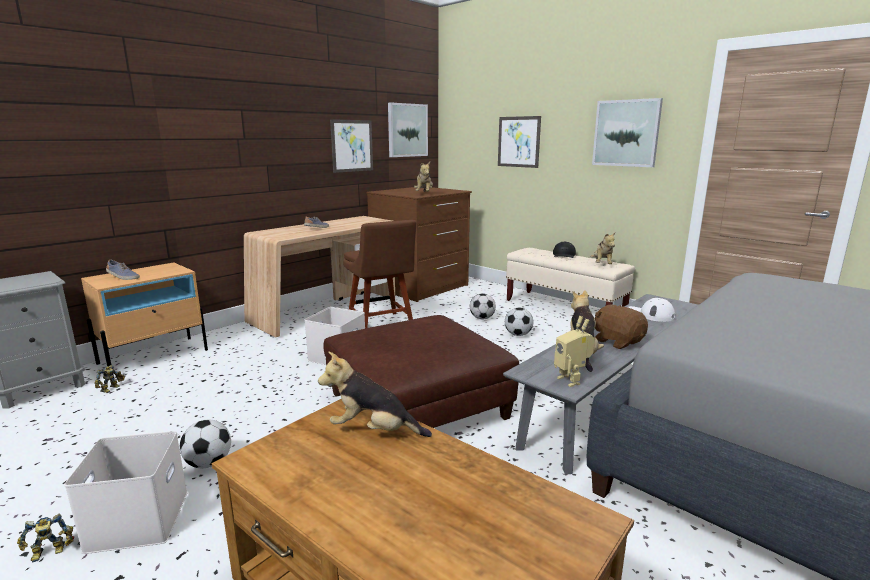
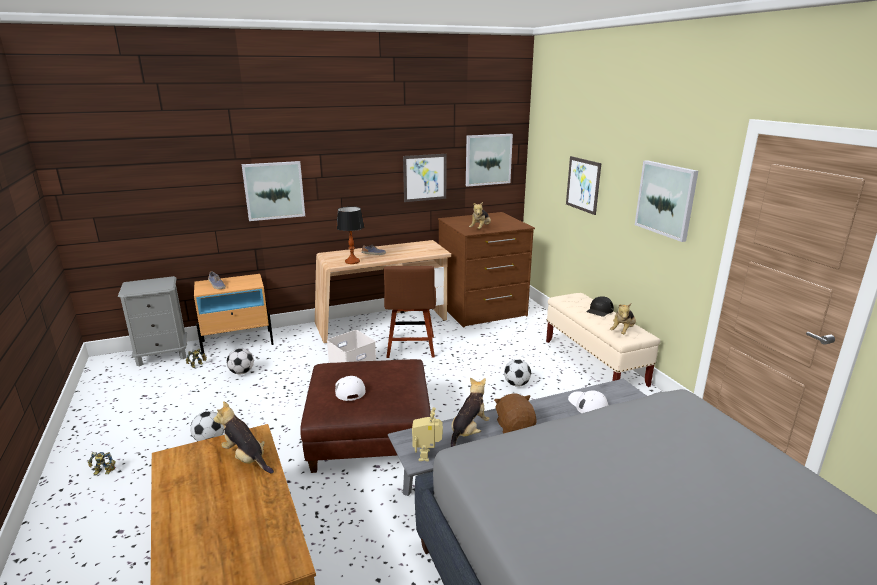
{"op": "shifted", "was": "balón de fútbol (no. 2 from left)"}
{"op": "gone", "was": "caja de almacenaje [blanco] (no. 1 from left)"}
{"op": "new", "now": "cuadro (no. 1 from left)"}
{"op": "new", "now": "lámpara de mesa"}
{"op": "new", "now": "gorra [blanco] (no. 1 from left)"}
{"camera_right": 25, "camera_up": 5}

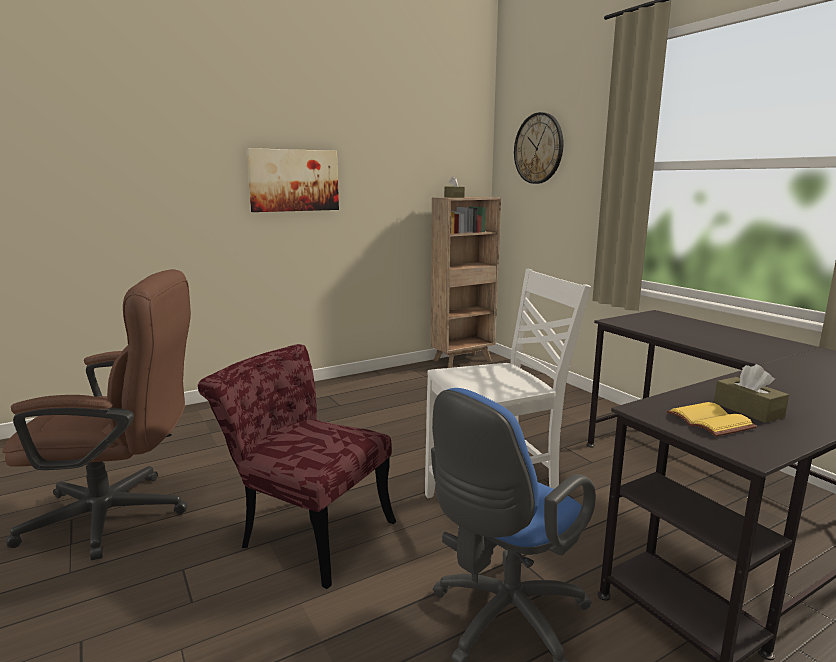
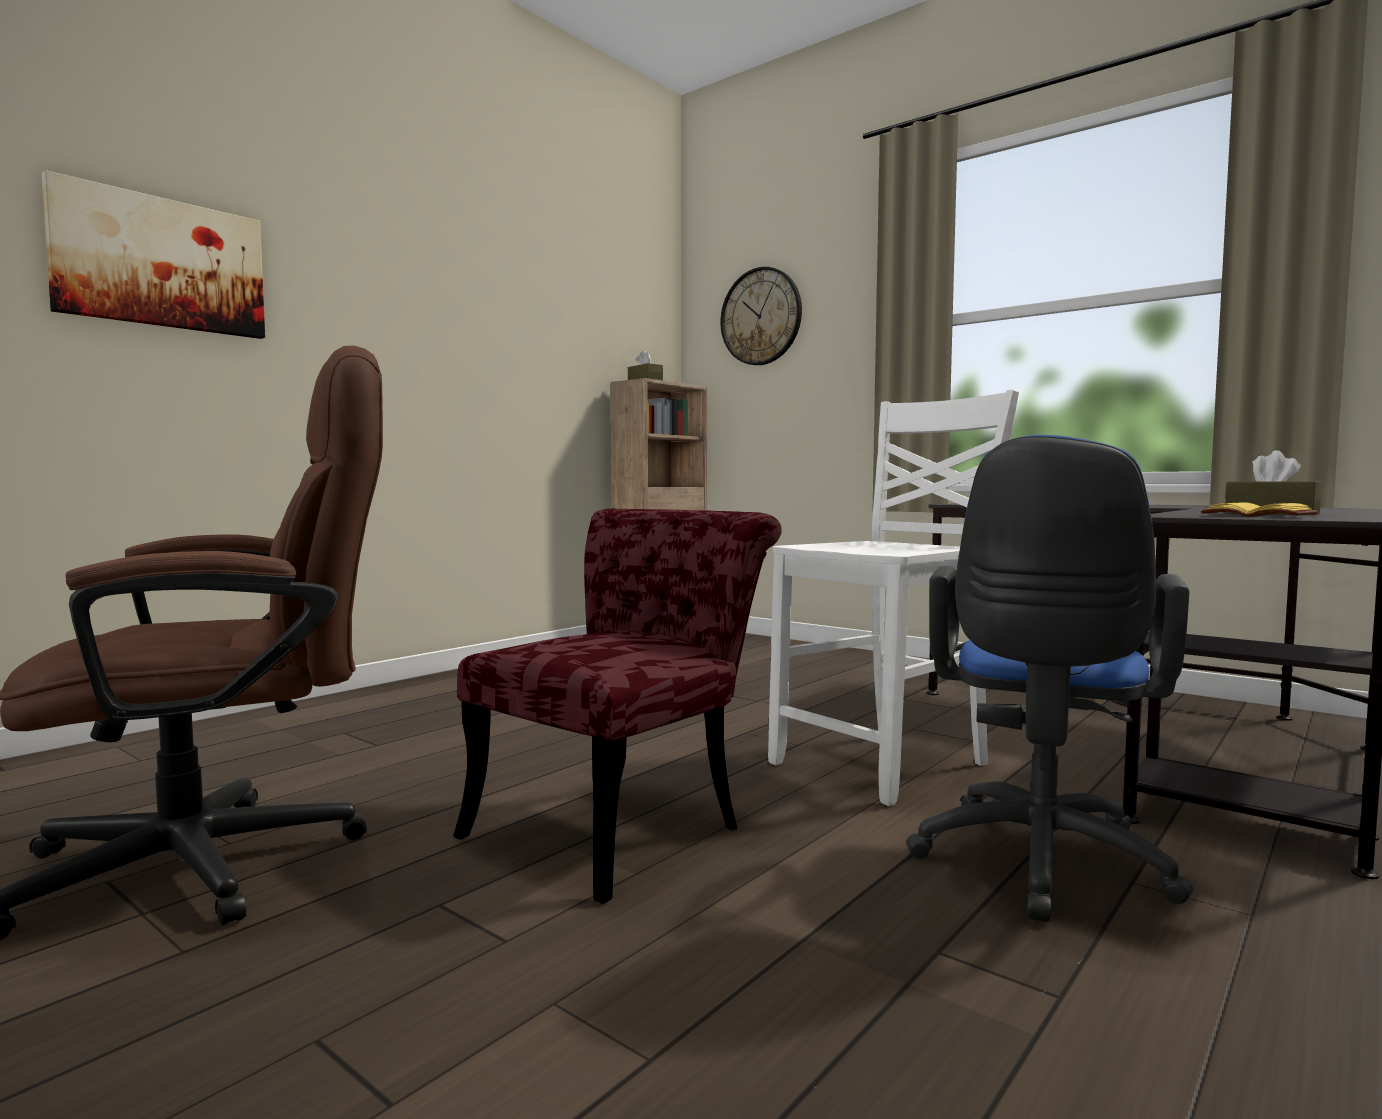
{"op": "shifted", "was": "cuadro"}
{"op": "rotated", "was": "silla [rojo]", "clockwise": 120}
{"camera_right": -20, "camera_up": -10}

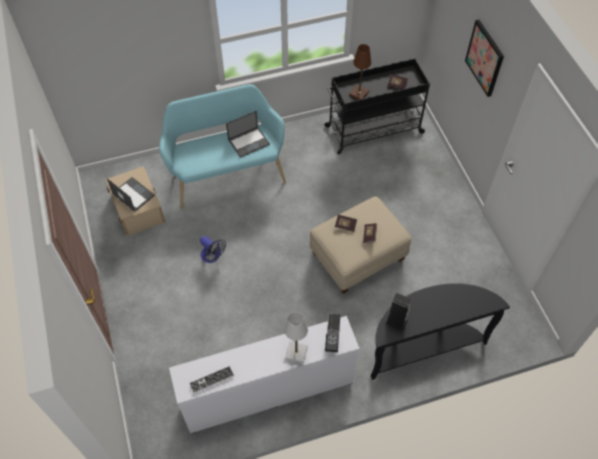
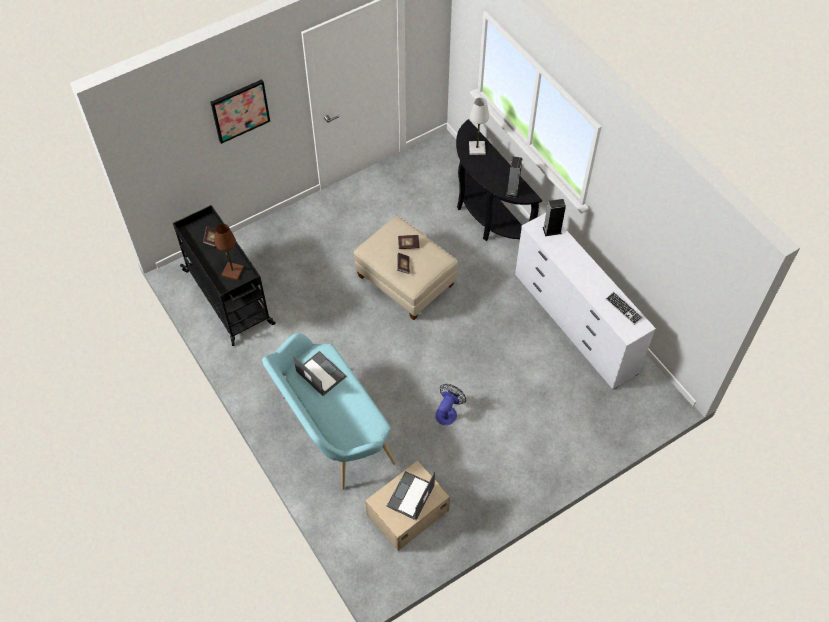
{"op": "shifted", "was": "lámpara de mesa [blanco]"}
{"camera_right": -105, "camera_up": 0}

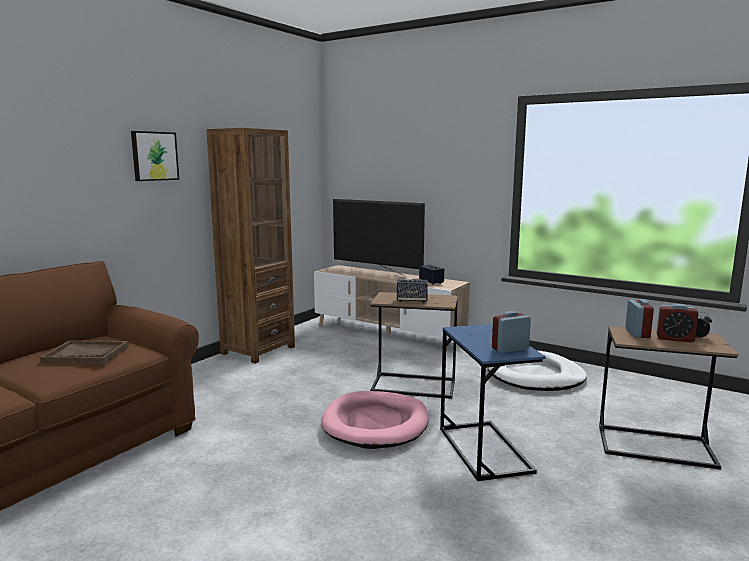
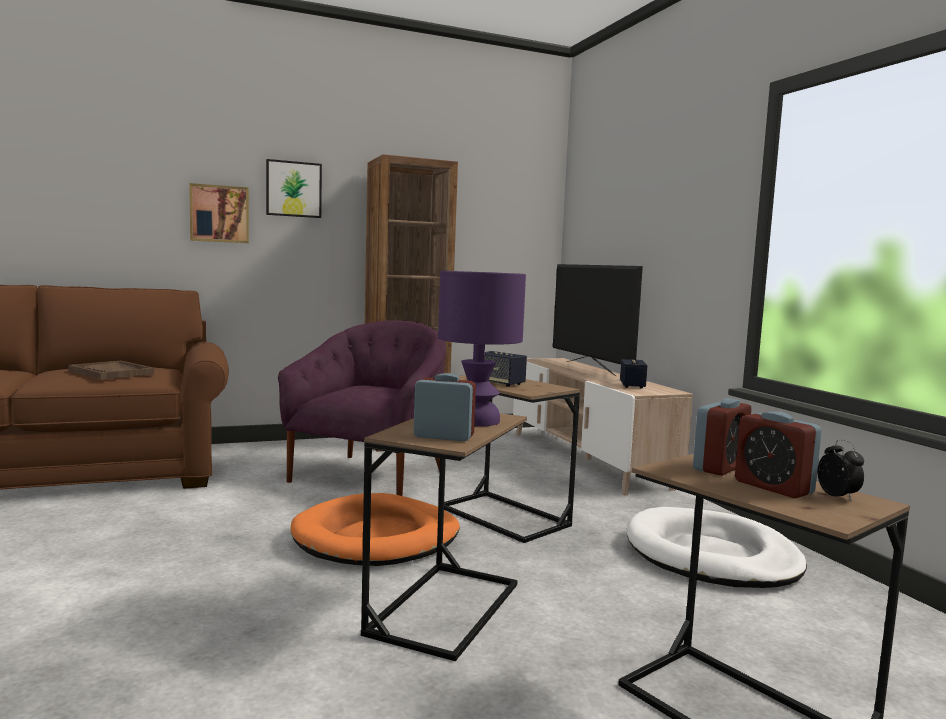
{"op": "repainted", "was": "mesa auxiliar [azul]", "now": "mesa auxiliar [marrón] (no. 1 from left)"}
{"op": "repainted", "was": "cama para perro [rosa]", "now": "cama para perro [naranja]"}
{"op": "new", "now": "cuadro (no. 1 from left)"}
{"op": "new", "now": "lámpara de mesa [morado]"}
{"op": "new", "now": "sillón [morado]"}
{"camera_right": 35, "camera_up": -5}

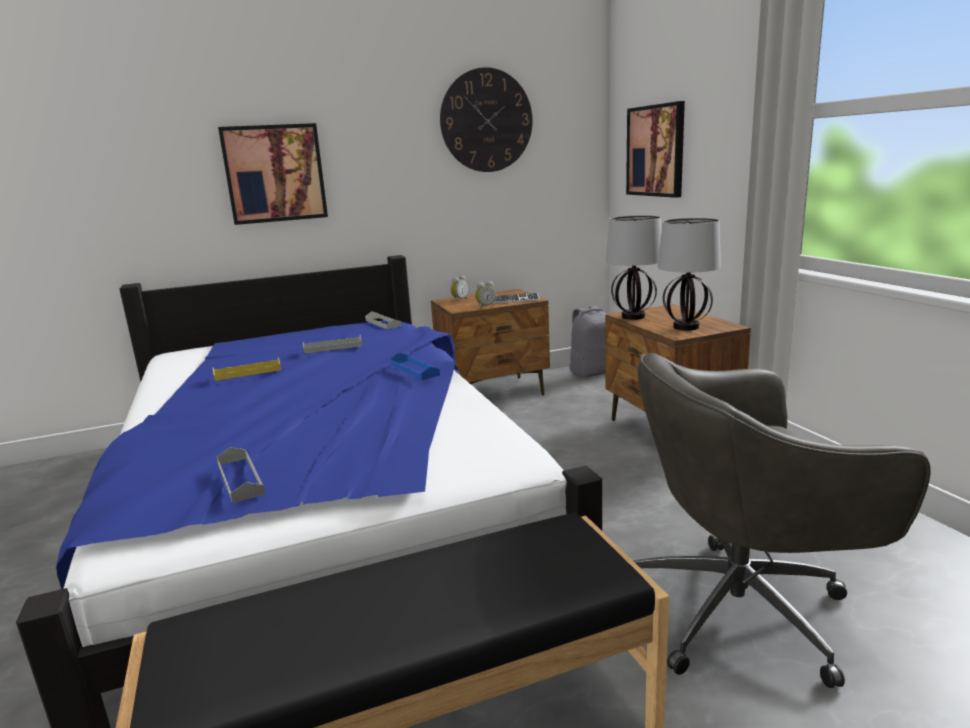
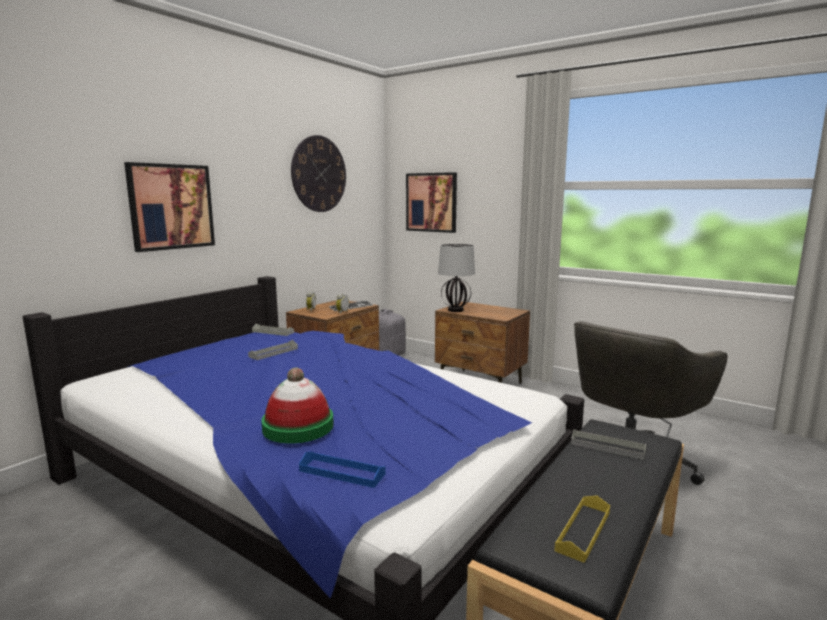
{"op": "gone", "was": "lámpara de mesa (no. 2 from left)"}
{"op": "shifted", "was": "bandeja [azul]"}
{"op": "shifted", "was": "bandeja [amarillo]"}
{"op": "shifted", "was": "bandeja [gris] (no. 1 from left in the first image)", "now": "bandeja [gris] (no. 3 from left)"}
{"op": "new", "now": "sombrero"}
{"camera_right": -35, "camera_up": -5}

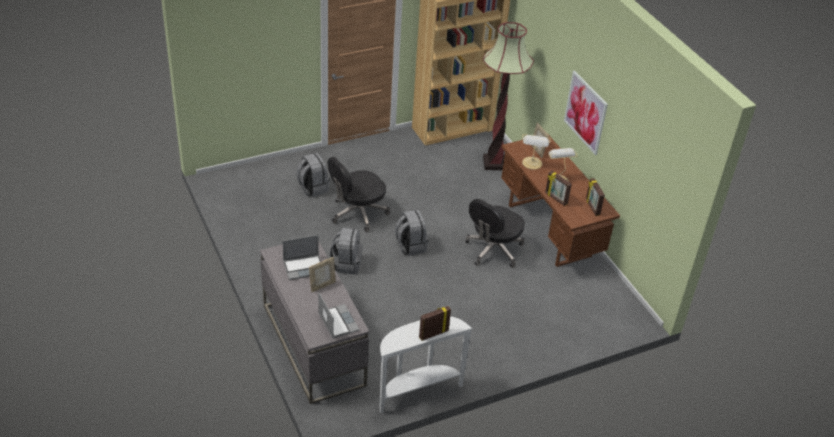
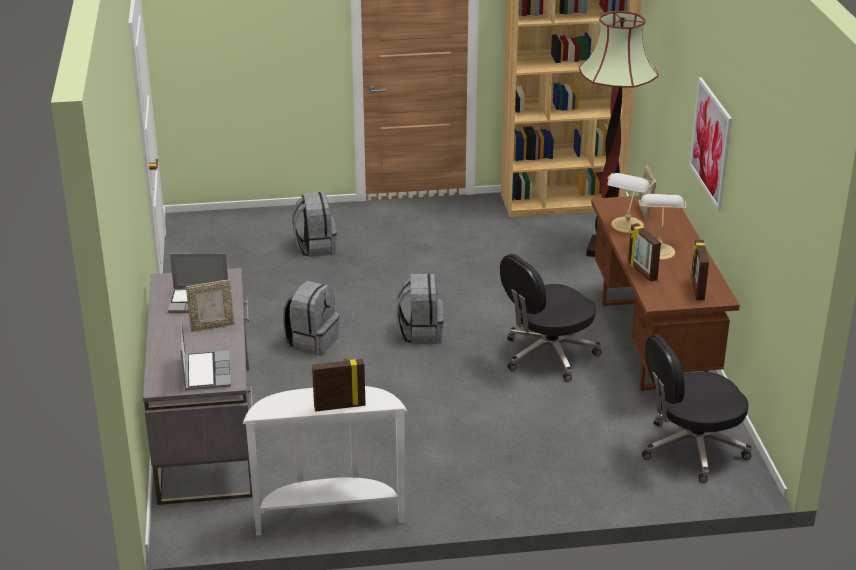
{"op": "shifted", "was": "silla de oficina [negro] (no. 1 from left in the first image)", "now": "silla de oficina [negro] (no. 2 from left)"}
{"camera_right": 20, "camera_up": -10}

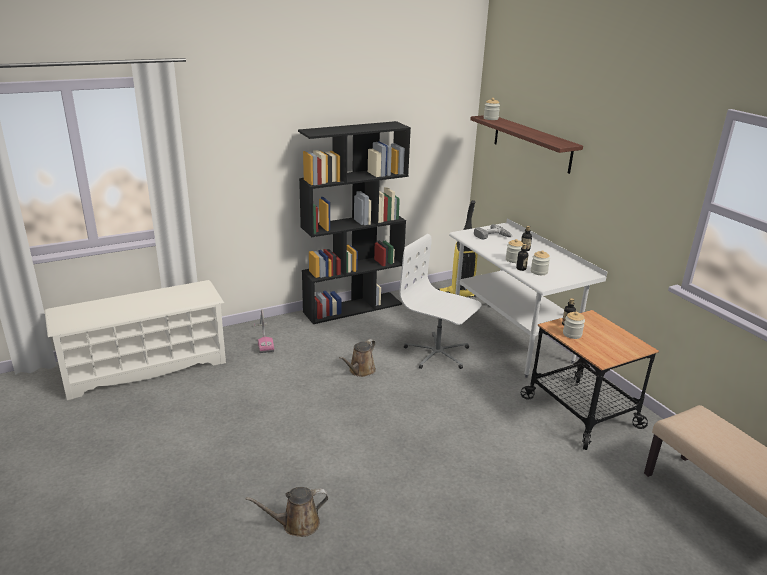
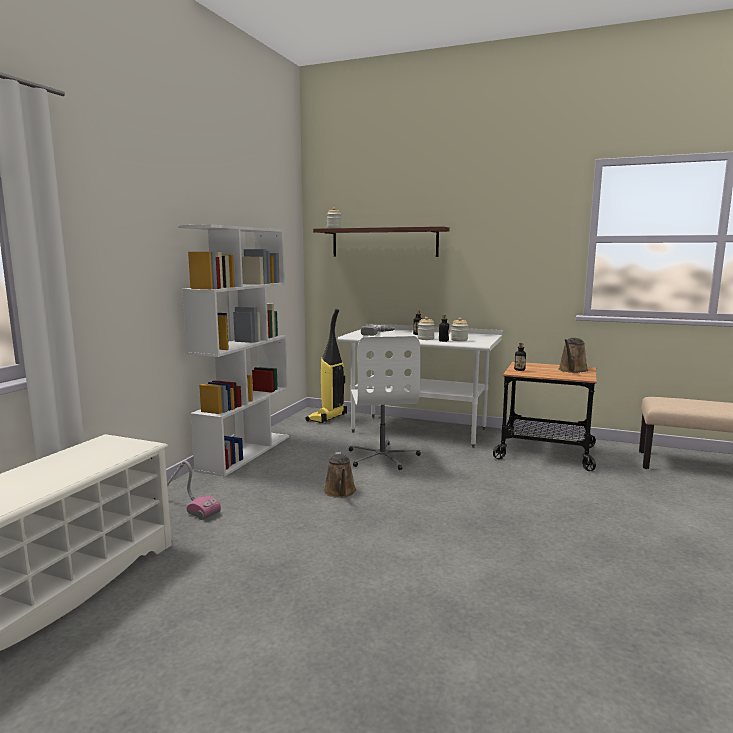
{"op": "repainted", "was": "estantería [negro]", "now": "estantería [blanco]"}
{"op": "rotated", "was": "silla de oficina [blanco]", "clockwise": -90}
{"op": "gone", "was": "tarro (no. 4 from left)"}
{"op": "shifted", "was": "regadera [marrón] (no. 1 from left in the first image)", "now": "regadera [marrón] (no. 2 from left)"}
{"camera_right": -40, "camera_up": -15}

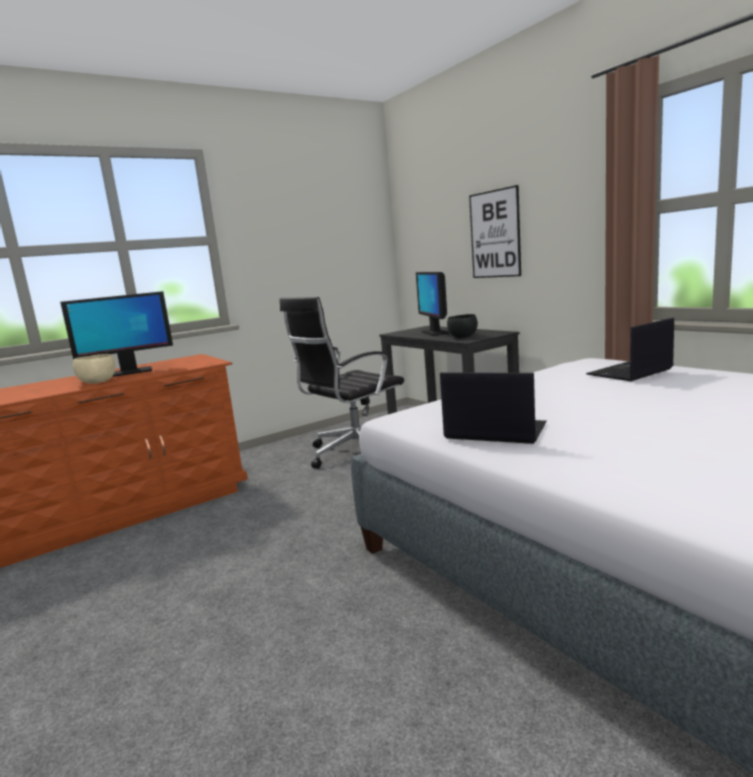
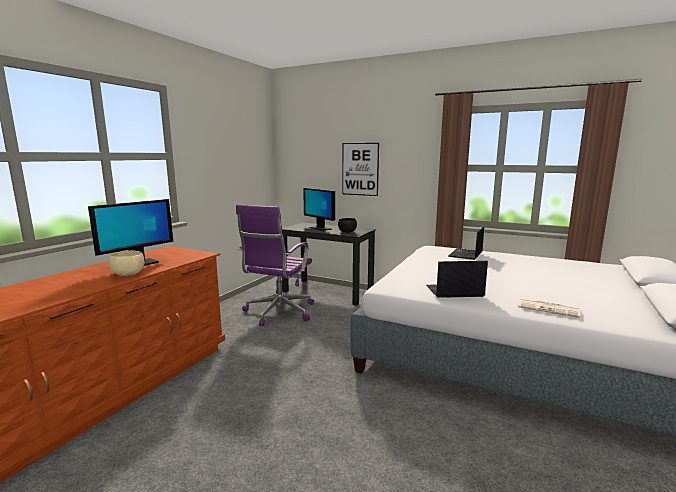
{"op": "repainted", "was": "silla de oficina [negro]", "now": "silla de oficina [morado]"}
{"op": "new", "now": "periódico"}
{"camera_right": -30, "camera_up": 0}

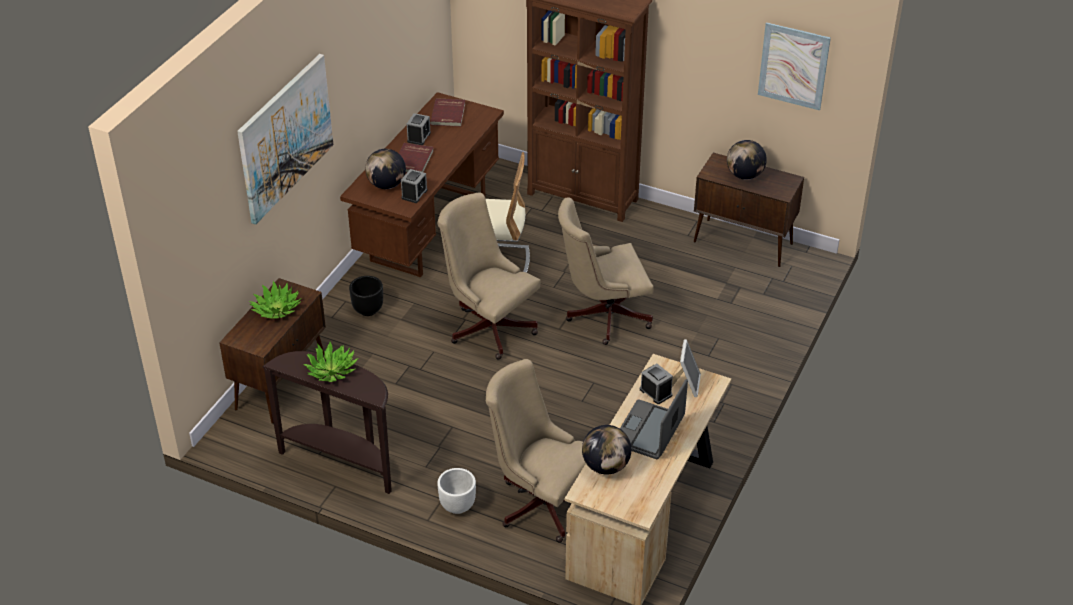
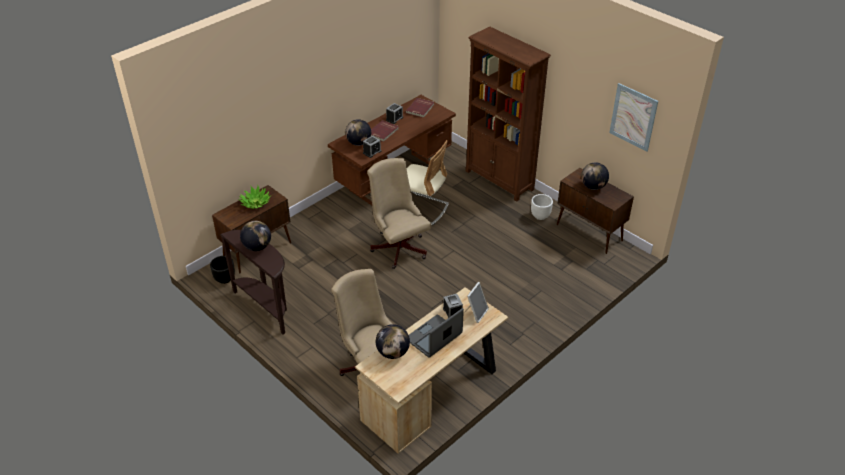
{"op": "gone", "was": "cuadro (no. 1 from left)"}
{"op": "gone", "was": "silla de oficina [beis] (no. 3 from left)"}
{"op": "shifted", "was": "maceta [negro]"}
{"op": "swapped", "was": "planta en maceta (no. 2 from left)", "now": "globo terráqueo (no. 1 from left)"}
{"op": "shifted", "was": "maceta [blanco]"}
{"camera_right": 20, "camera_up": 0}

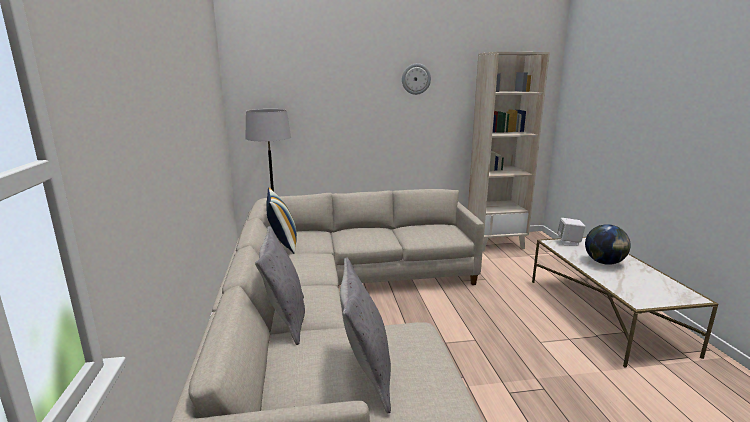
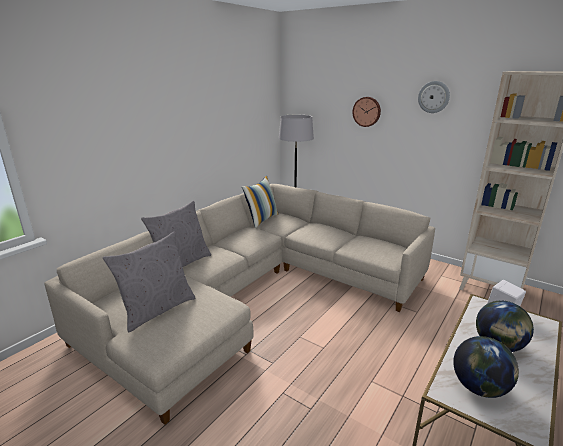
{"op": "new", "now": "reloj de pared (no. 1 from left)"}
{"op": "new", "now": "globo terráqueo (no. 1 from left)"}
{"camera_right": 45, "camera_up": 5}

